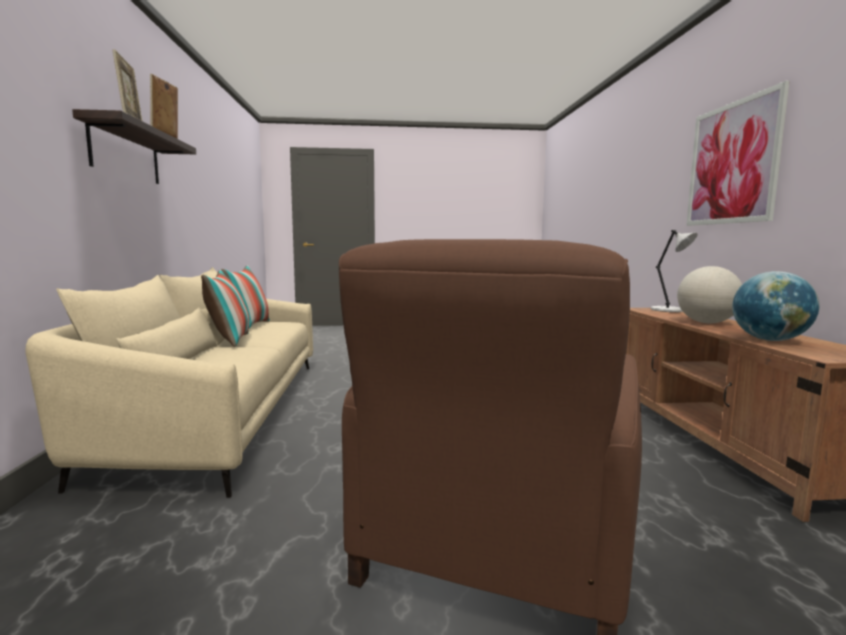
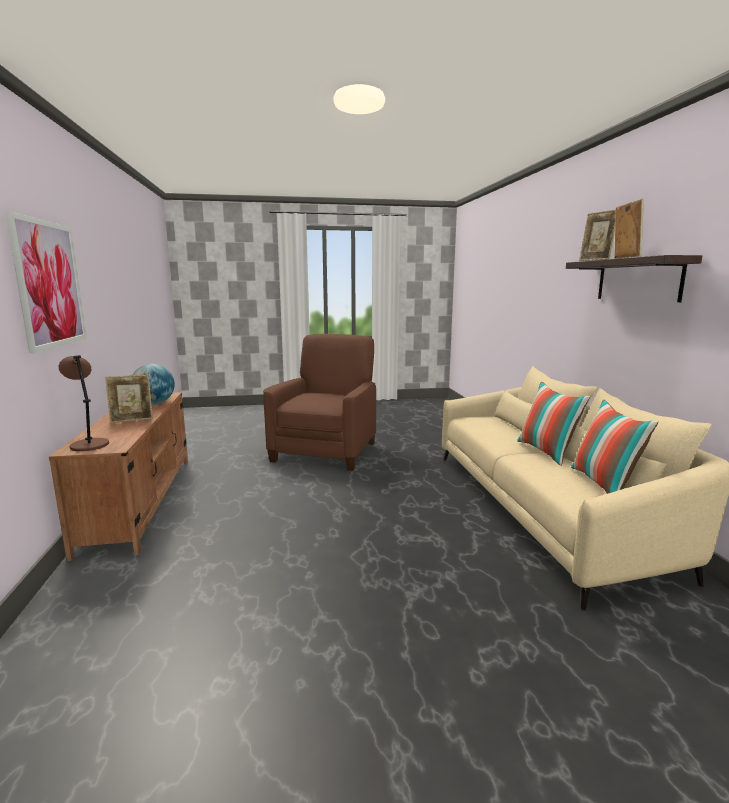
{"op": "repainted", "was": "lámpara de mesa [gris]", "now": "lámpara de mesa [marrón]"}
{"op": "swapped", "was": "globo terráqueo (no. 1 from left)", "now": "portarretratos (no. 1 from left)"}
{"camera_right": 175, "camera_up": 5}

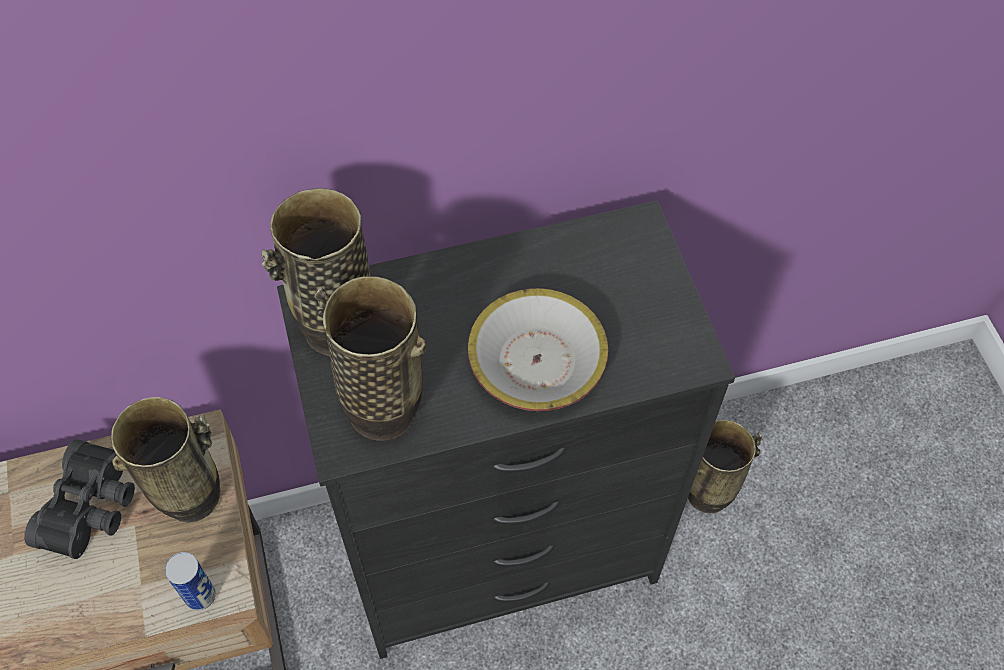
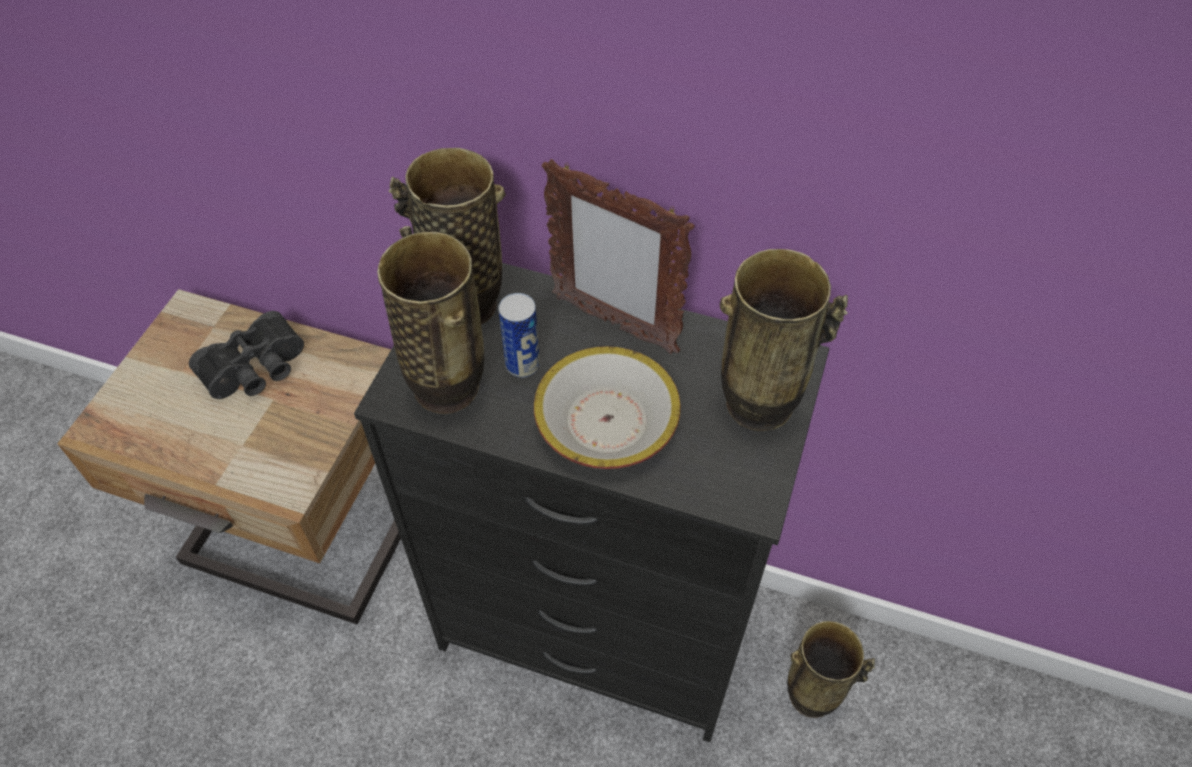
{"op": "shifted", "was": "florero (no. 1 from left in the first image)", "now": "florero (no. 3 from left)"}
{"op": "shifted", "was": "lata"}
{"op": "new", "now": "portarretratos"}
{"camera_right": 35, "camera_up": -5}

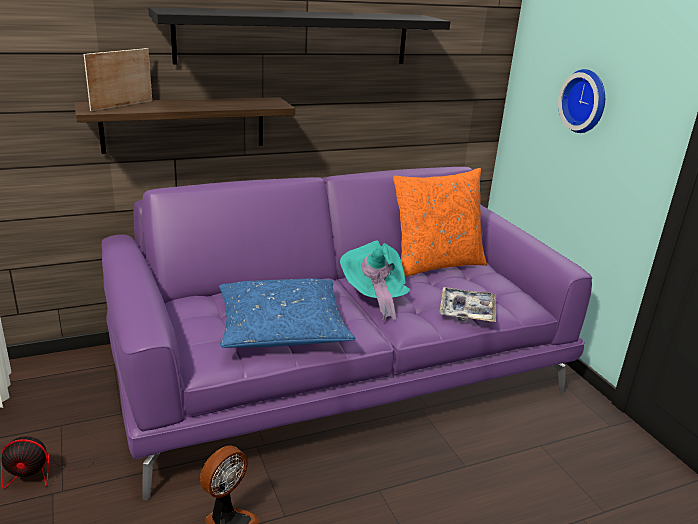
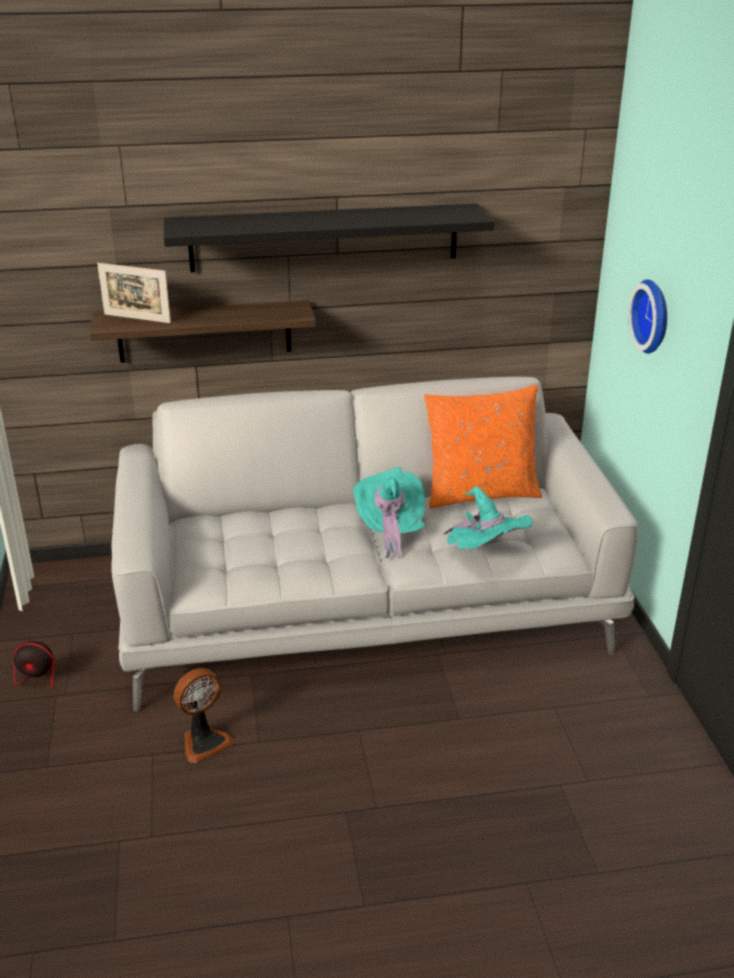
{"op": "rotated", "was": "portarretratos", "clockwise": -120}
{"op": "repainted", "was": "sofá [morado]", "now": "sofá [gris]"}
{"op": "gone", "was": "cojín [azul]"}
{"op": "swapped", "was": "bandeja", "now": "sombrero [turquesa] (no. 2 from left)"}
{"camera_right": 15, "camera_up": 5}

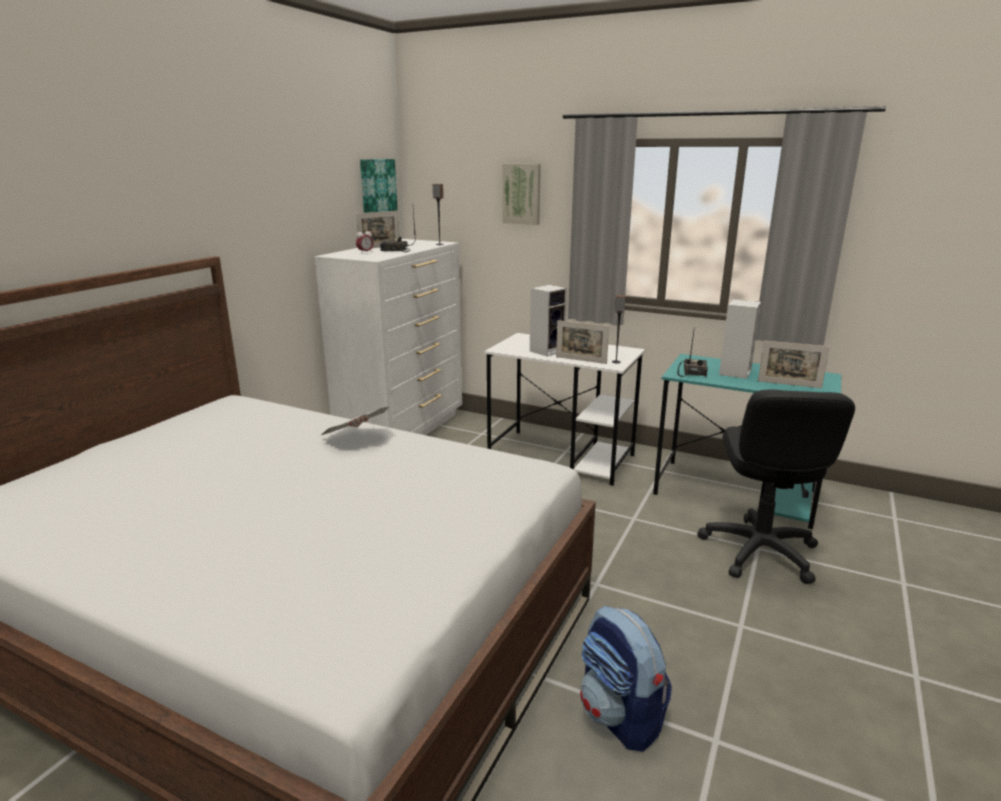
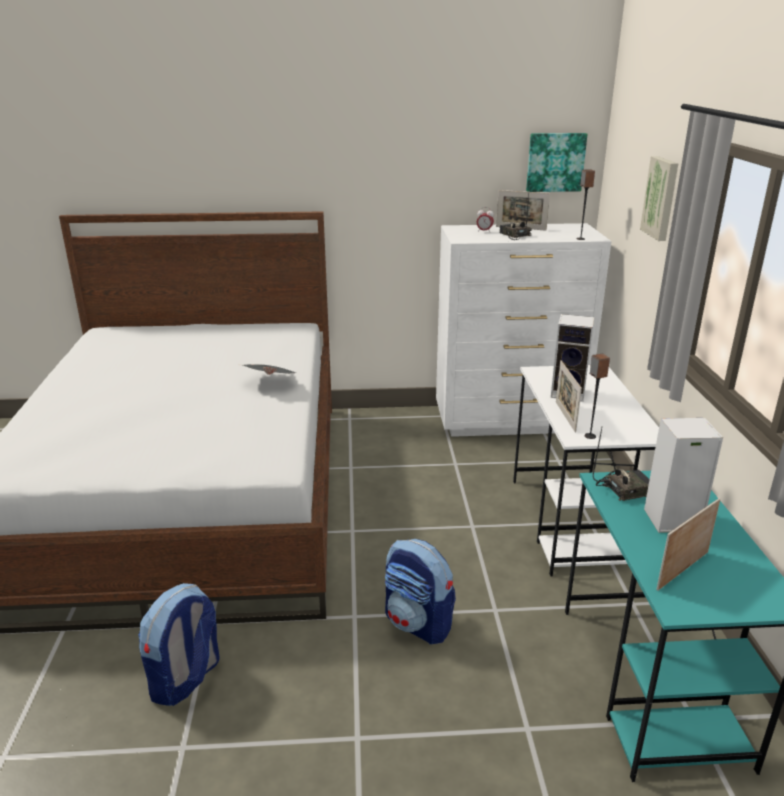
{"op": "rotated", "was": "portarretratos (no. 3 from left)", "clockwise": 60}
{"op": "gone", "was": "silla de oficina [negro]"}
{"op": "new", "now": "mochila (no. 2 from left)"}
{"camera_right": 60, "camera_up": 5}

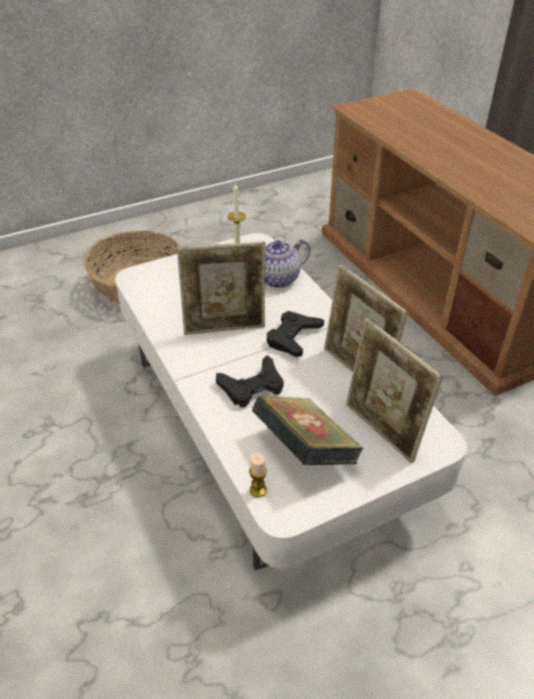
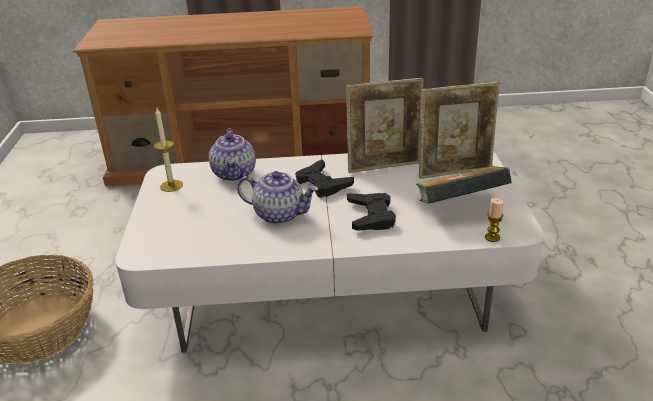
{"op": "swapped", "was": "portarretratos (no. 1 from left)", "now": "tetera (no. 2 from left)"}
{"camera_right": -65, "camera_up": -10}

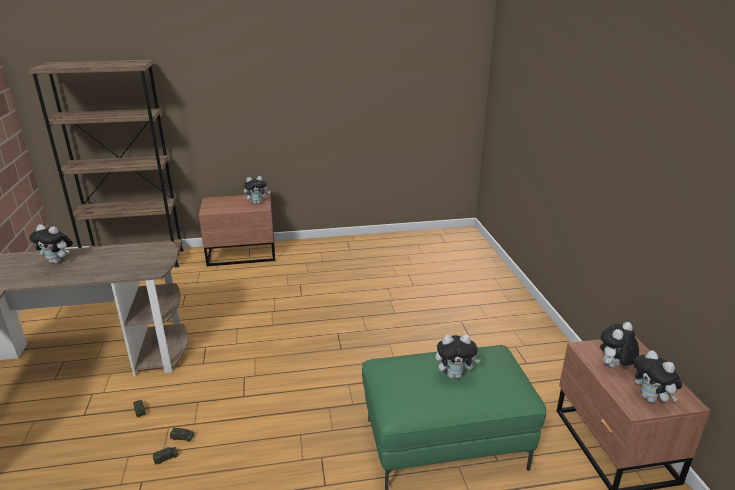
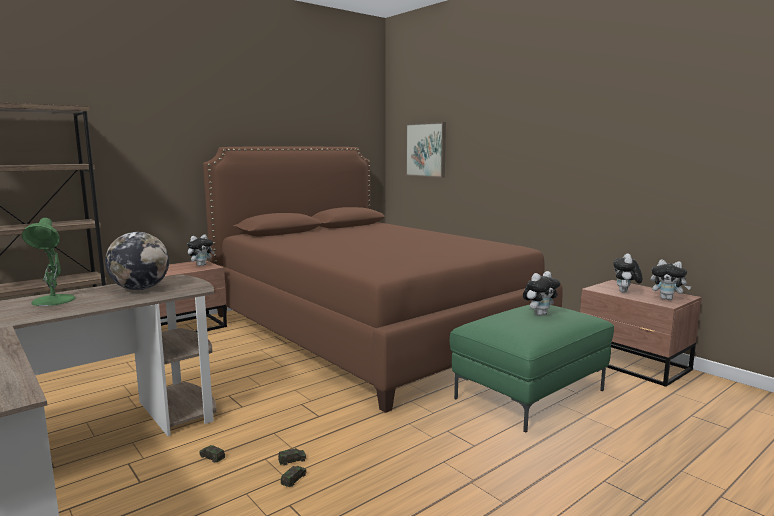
{"op": "swapped", "was": "peluche (no. 1 from left)", "now": "lámpara de mesa [verde]"}
{"op": "new", "now": "cuadro"}
{"op": "new", "now": "cama [marrón]"}
{"op": "new", "now": "globo terráqueo"}
{"camera_right": -30, "camera_up": -15}

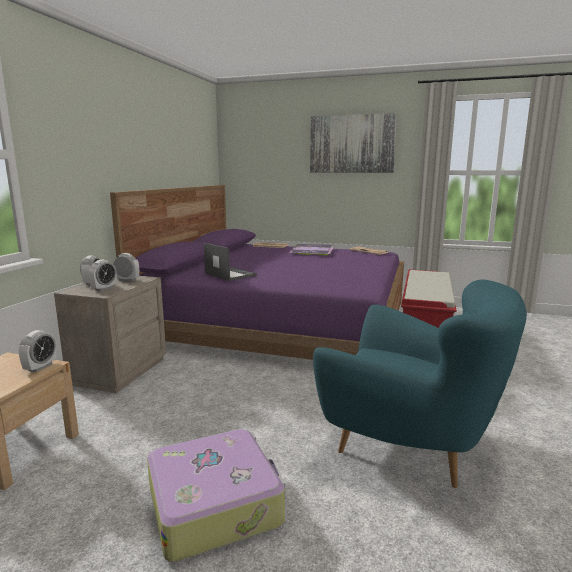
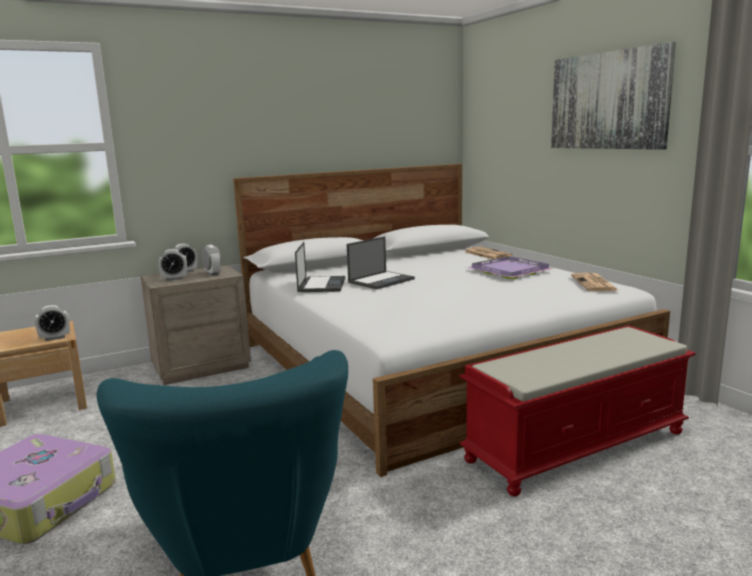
{"op": "repainted", "was": "cama [morado]", "now": "cama [blanco]"}
{"op": "new", "now": "portátil (no. 2 from left)"}
{"camera_right": 45, "camera_up": 0}

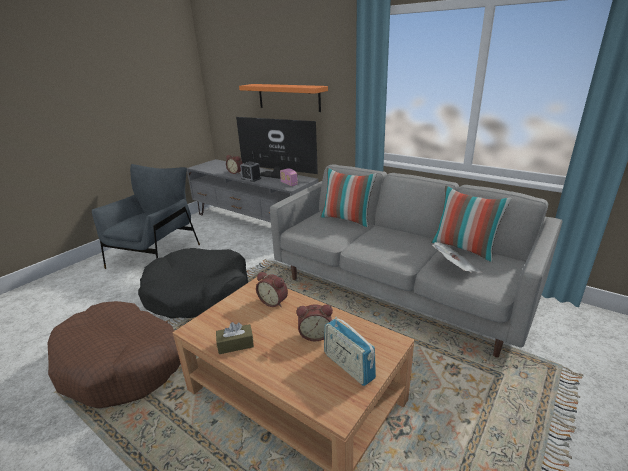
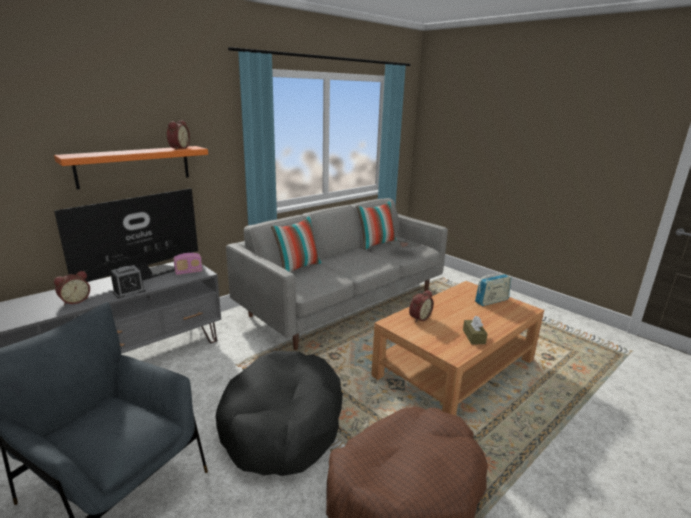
{"op": "shifted", "was": "despertador (no. 4 from left in the first image)", "now": "despertador (no. 3 from left)"}
{"camera_right": -80, "camera_up": -5}

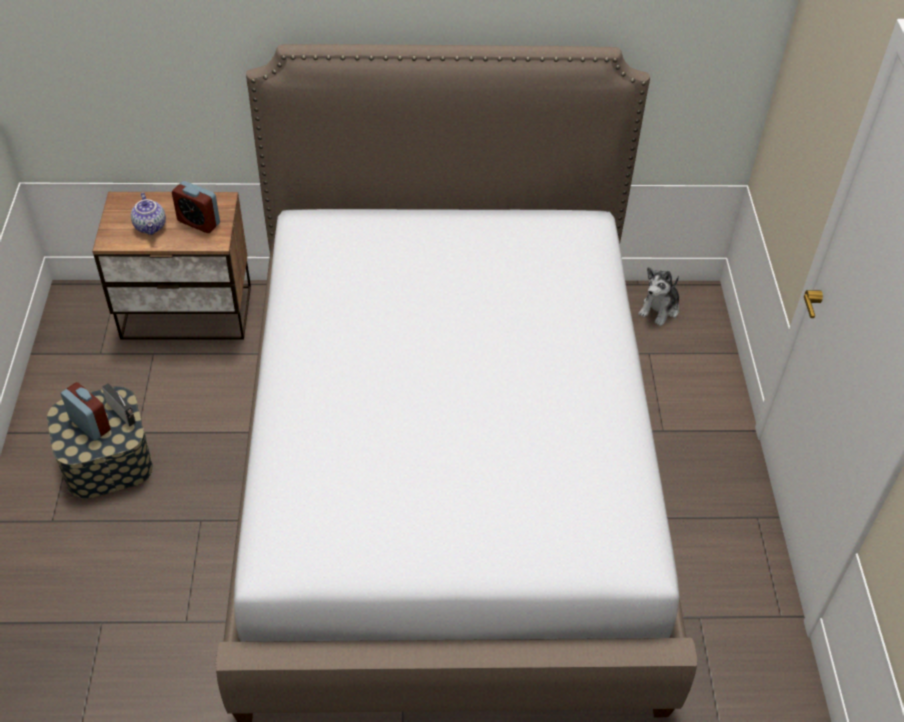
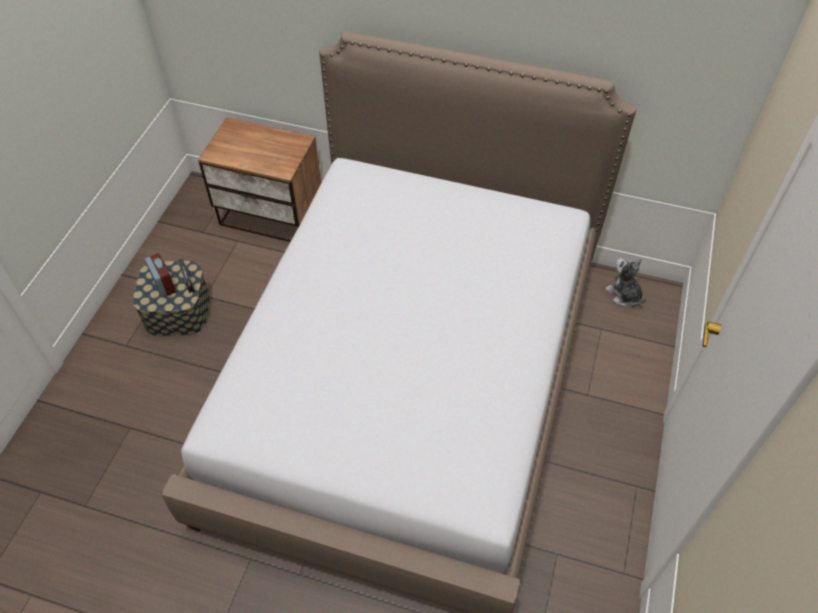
{"op": "gone", "was": "despertador (no. 2 from left)"}
{"op": "gone", "was": "tetera"}
{"op": "rotated", "was": "peluche", "clockwise": 90}
{"camera_right": 20, "camera_up": 5}

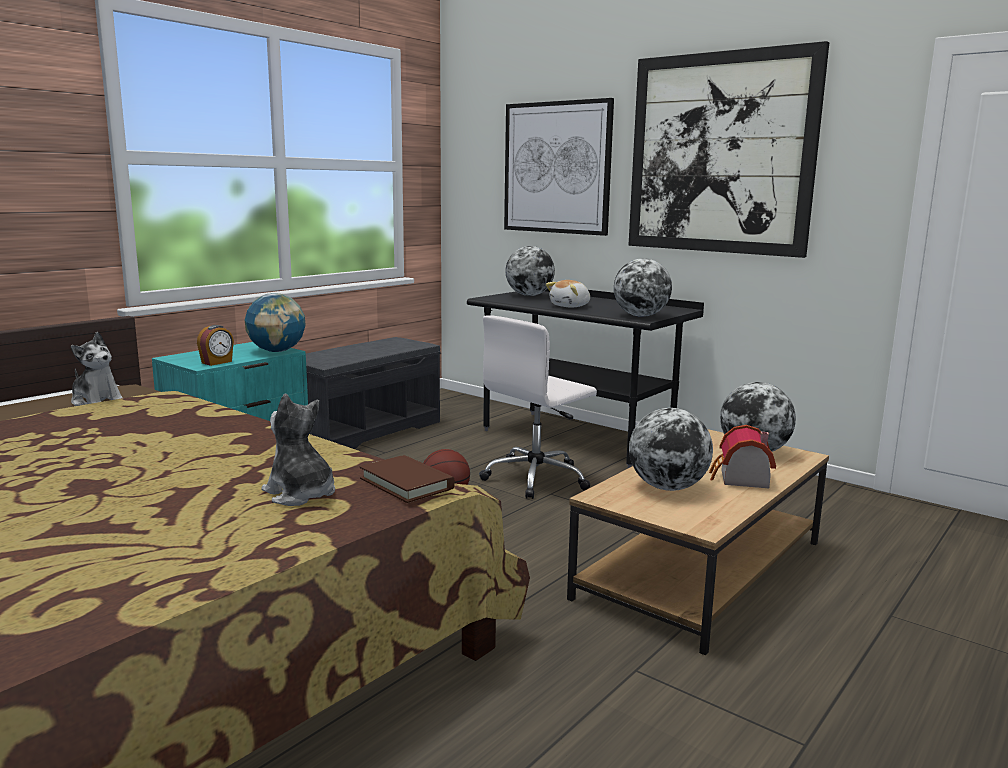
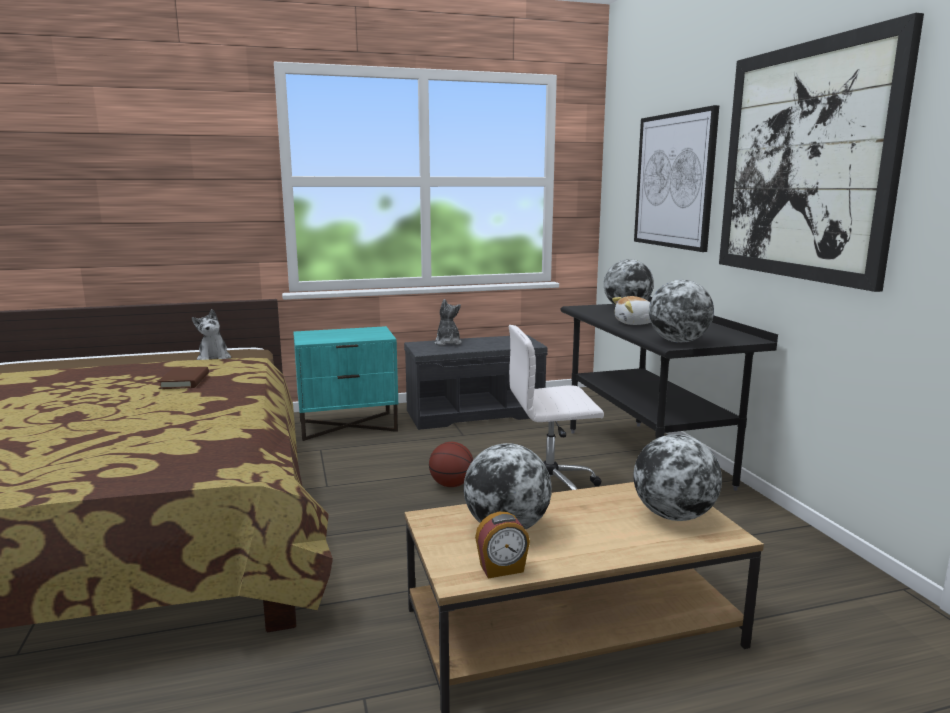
{"op": "gone", "was": "globo terráqueo (no. 1 from left)"}
{"op": "shifted", "was": "despertador"}
{"op": "shifted", "was": "peluche (no. 2 from left)"}
{"op": "gone", "was": "casita"}
{"op": "shifted", "was": "libro [marrón]"}
{"camera_right": 35, "camera_up": 0}

